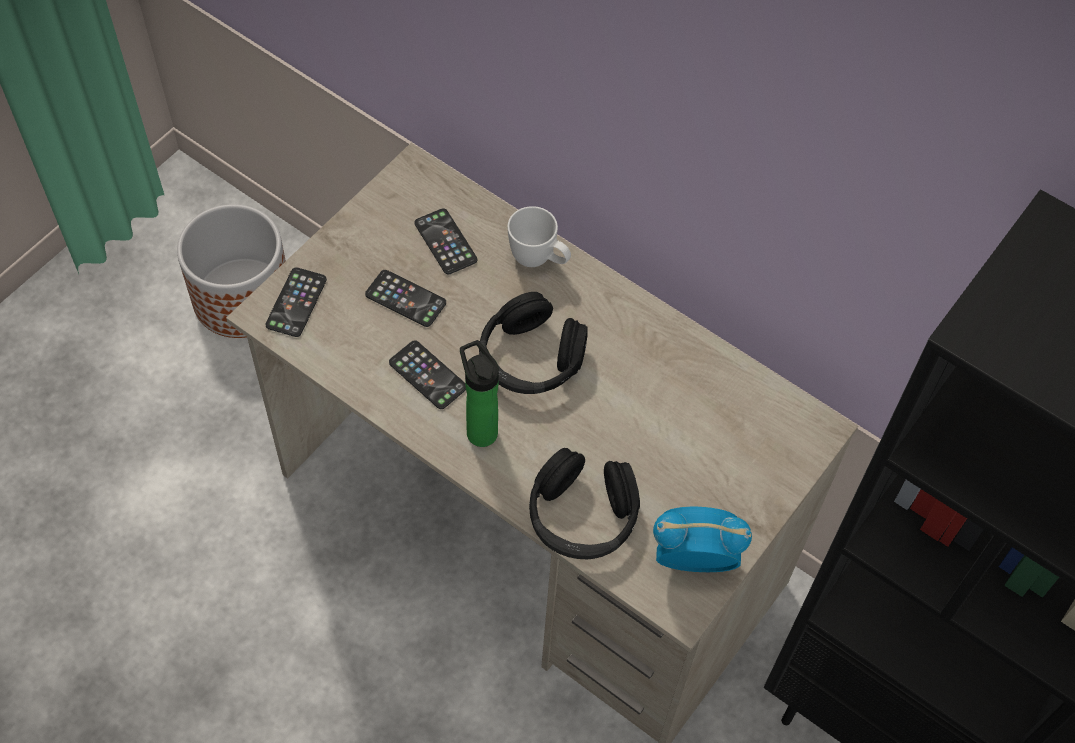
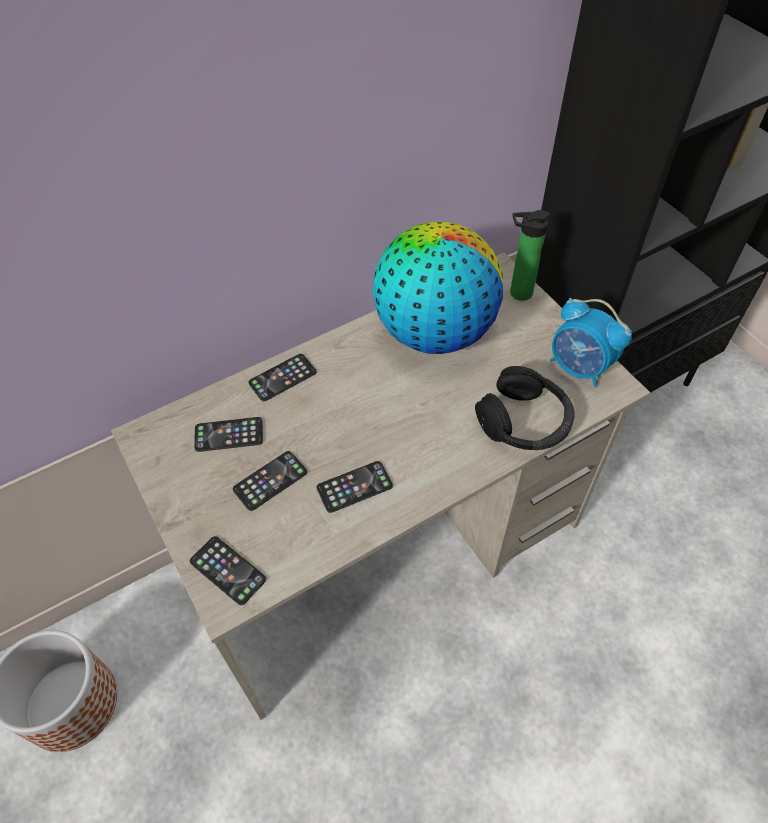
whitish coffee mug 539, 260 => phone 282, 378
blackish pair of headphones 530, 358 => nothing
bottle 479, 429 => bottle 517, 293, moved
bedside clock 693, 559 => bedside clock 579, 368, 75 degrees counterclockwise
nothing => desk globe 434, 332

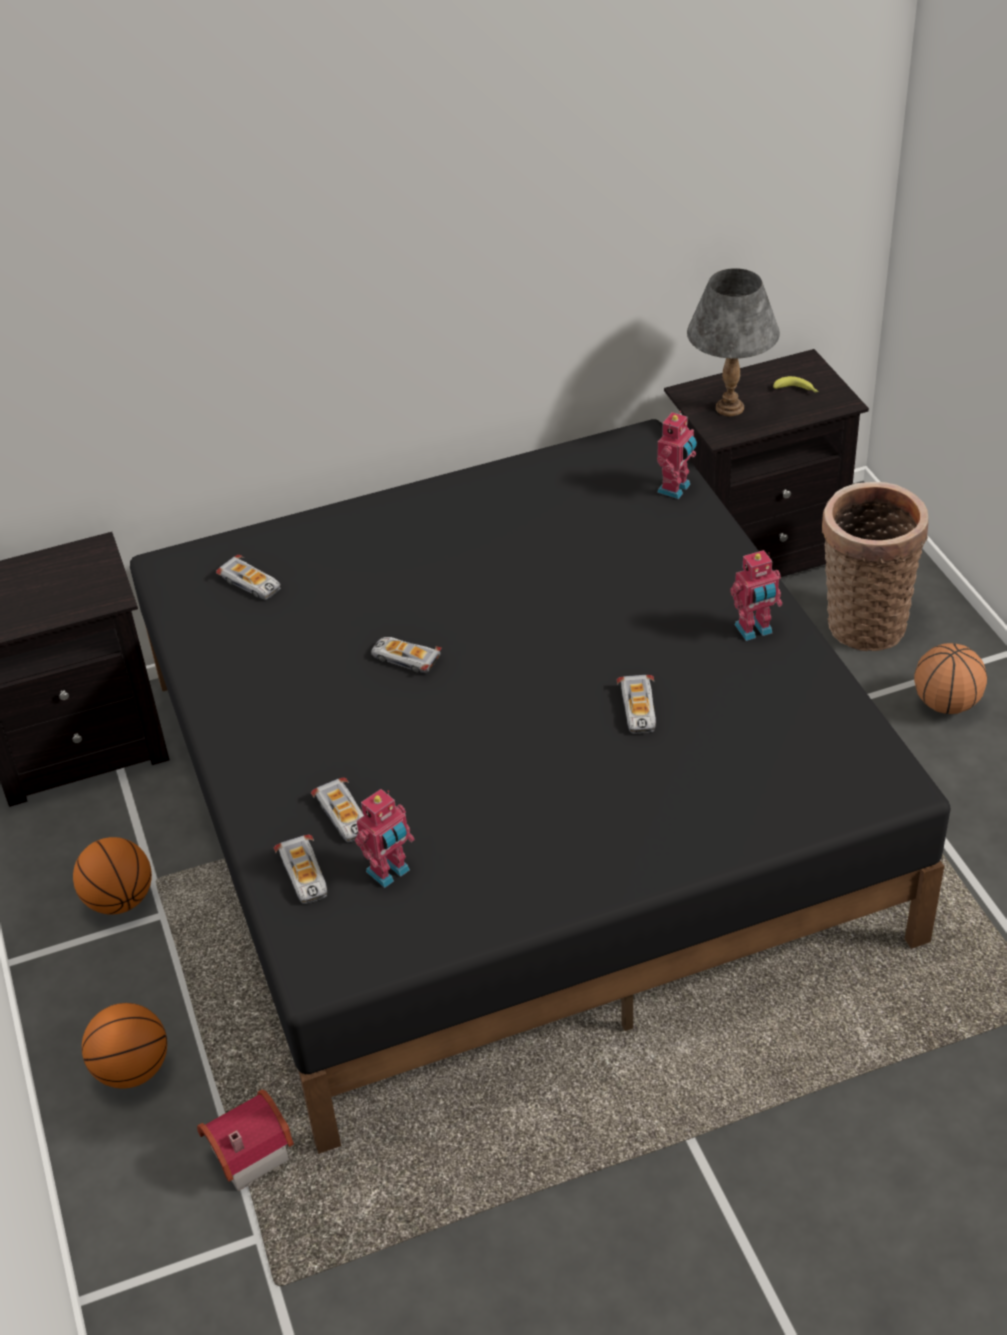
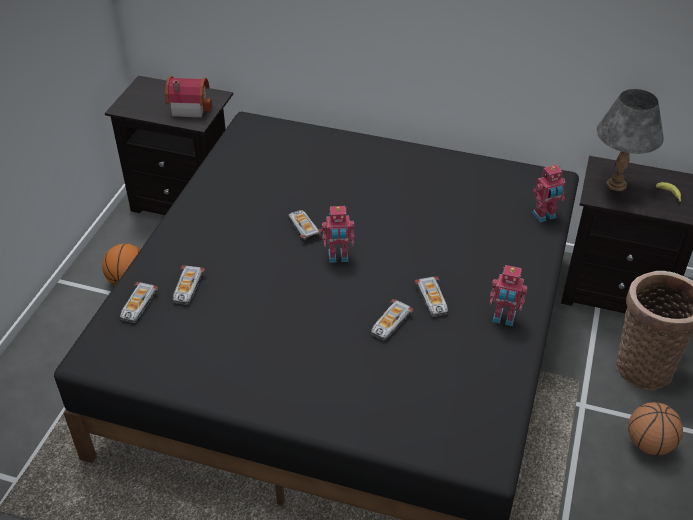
model car 251, 583 => model car 432, 300, moved
robot figure 389, 872 => robot figure 338, 257, moved
ball for basketball 132, 1069 => nothing
miniature house 246, 1152 => miniature house 189, 107, moved

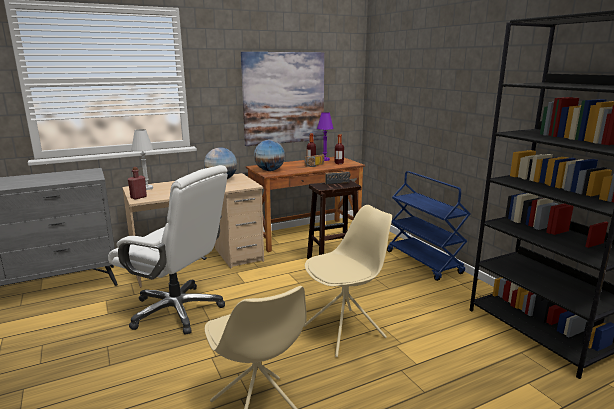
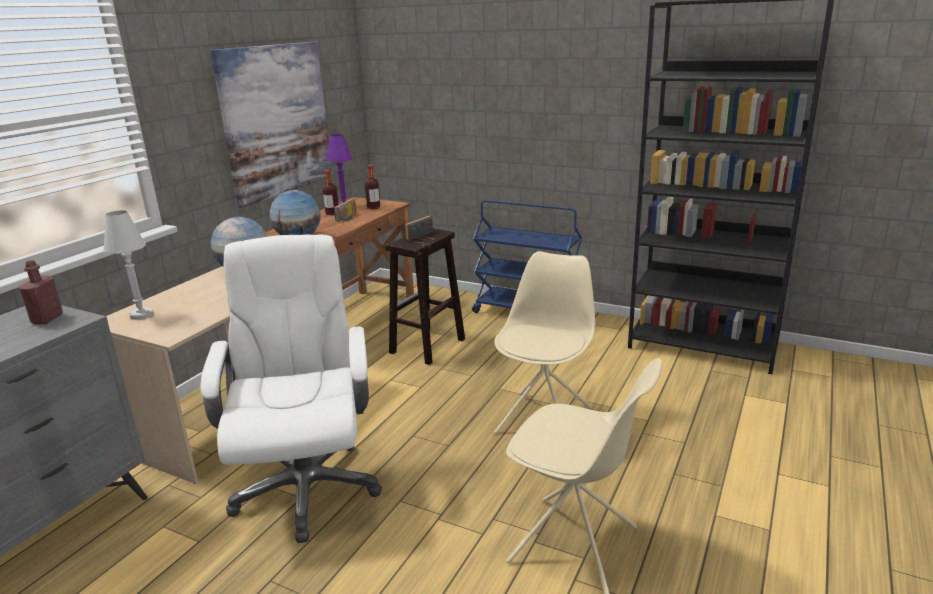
whitish office chair 177, 310 => whitish office chair 306, 487, 90 degrees counterclockwise
red-coloured bottle 138, 197 => red-coloured bottle 47, 319, moved

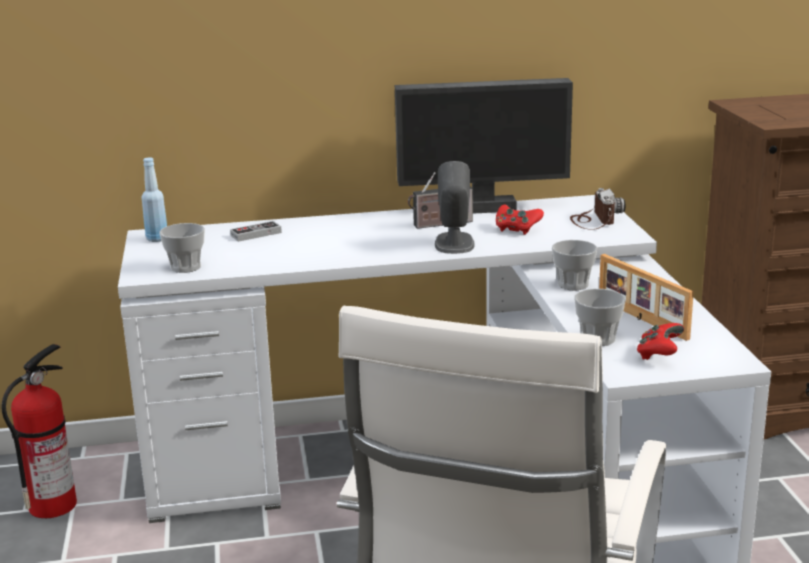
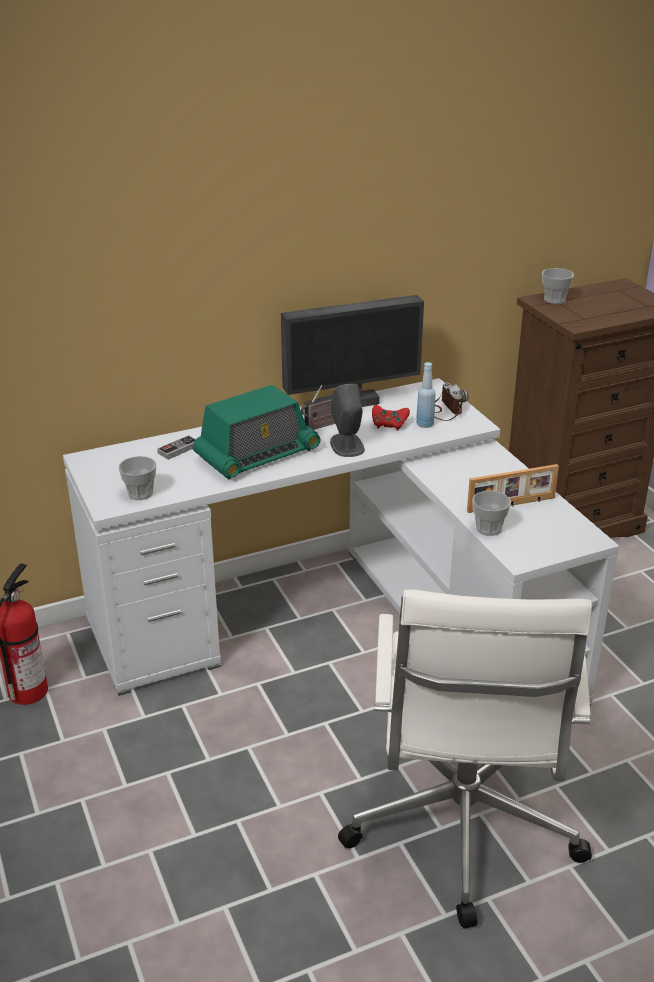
bluish bottle 157, 239 => bluish bottle 425, 424, moved
cup 573, 284 => cup 554, 300, moved
photo frame 641, 319 => photo frame 511, 505, 60 degrees counterclockwise
red-coloured game controller 659, 354 => nothing
nothing => radio 257, 454

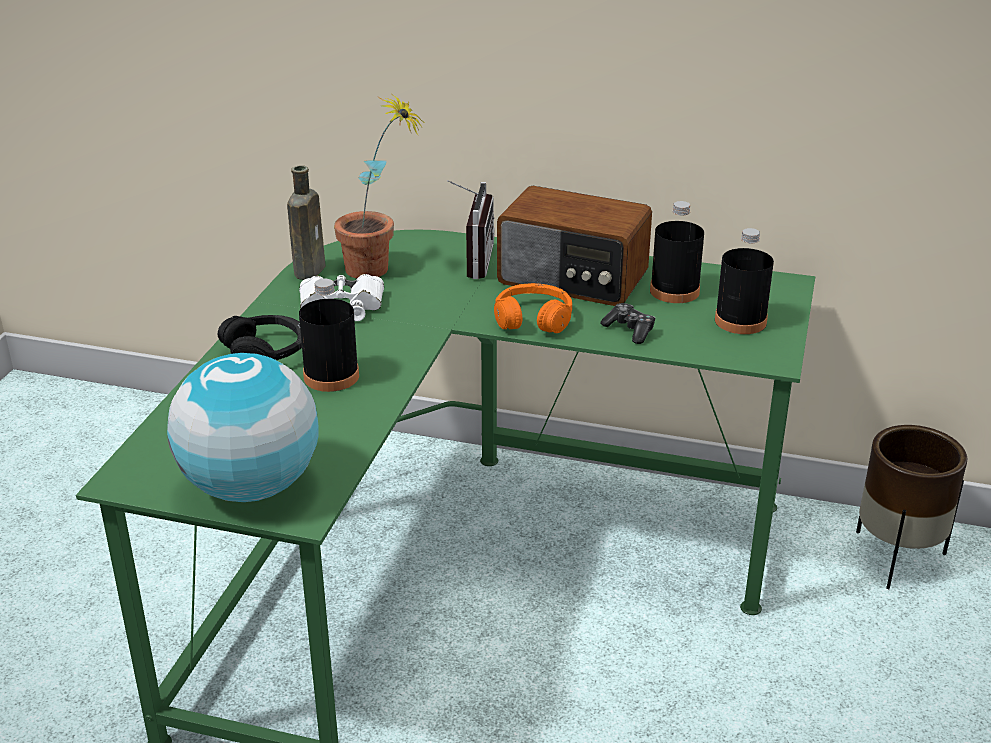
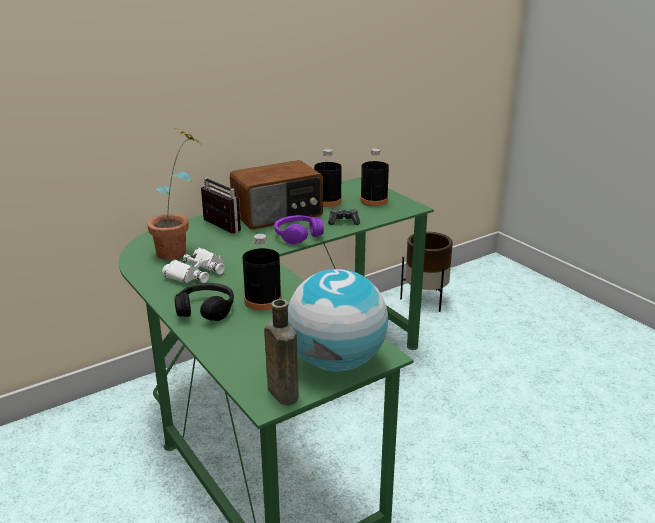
brown bottle 310, 269 => brown bottle 281, 392, moved
orange-coloured pair of headphones 533, 319 => purplish pair of headphones 298, 235

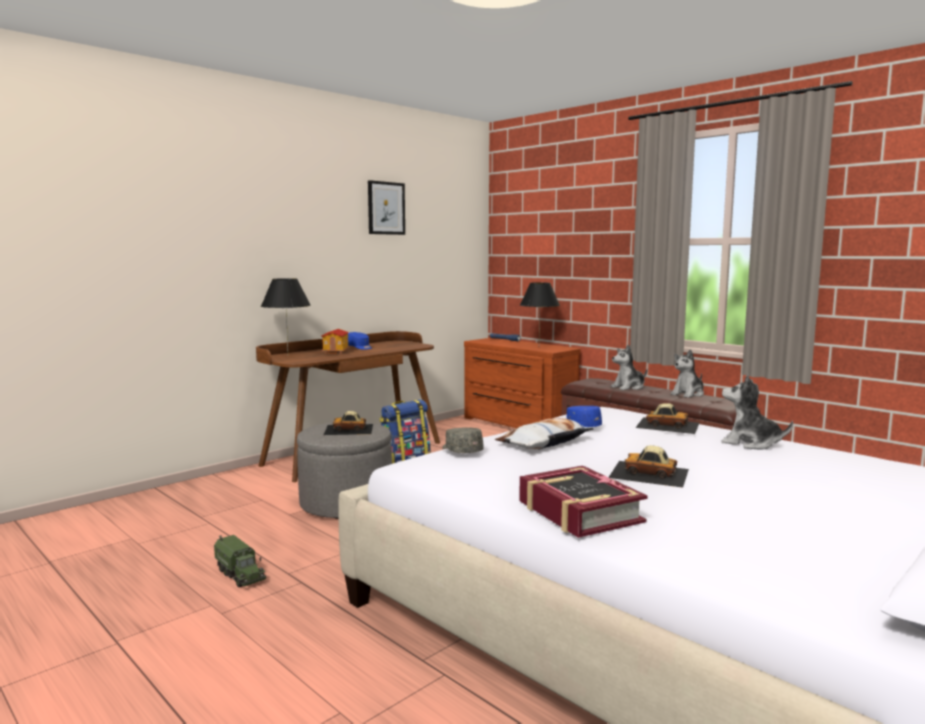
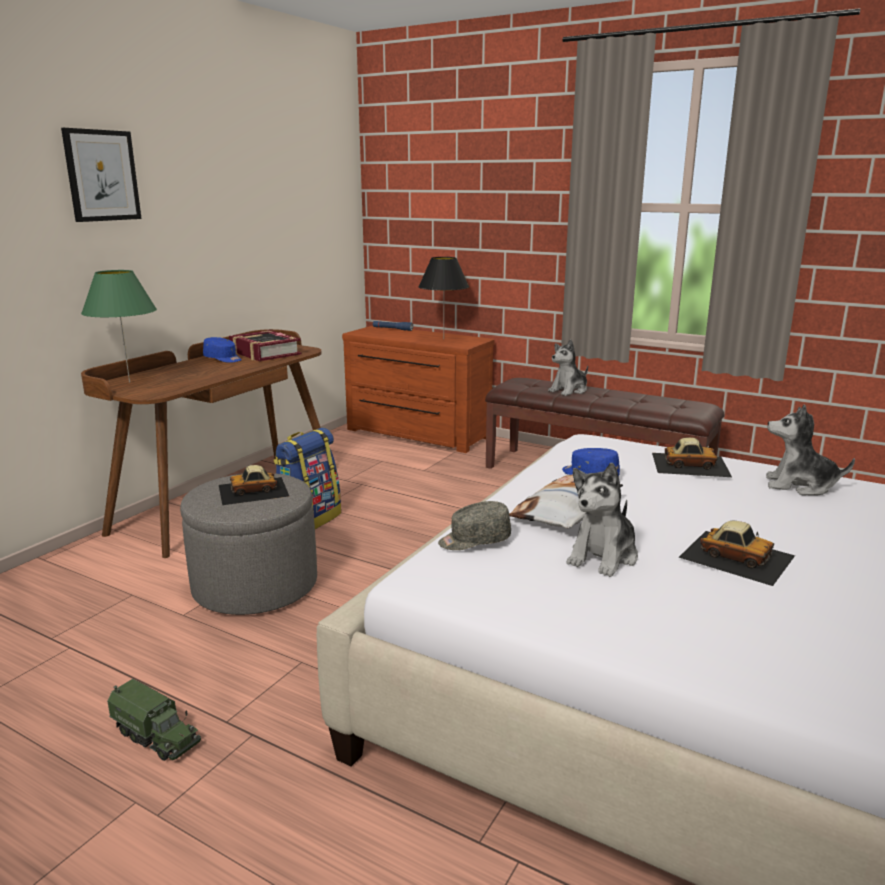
wall art 386, 208 => wall art 102, 175, moved
blackish lamp for a table 288, 355 => greenish lamp for a table 130, 382
miniature house 336, 352 => nothing
cuddly toy 688, 394 => cuddly toy 603, 556, moved
gray cap 461, 451 => gray cap 474, 540, 60 degrees counterclockwise
model car 649, 473 => model car 736, 556, 150 degrees counterclockwise
bound book 579, 512 => bound book 264, 353, moved

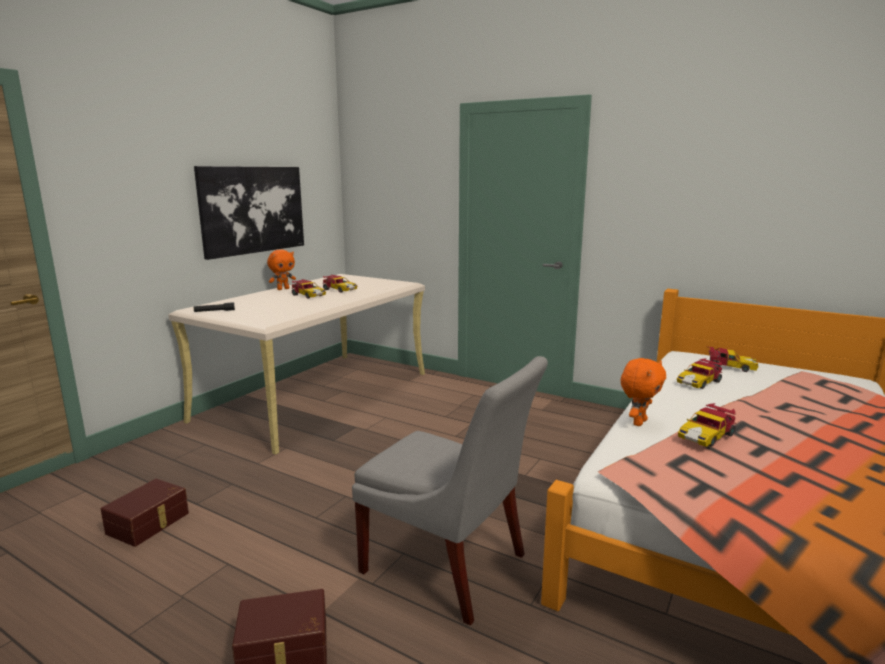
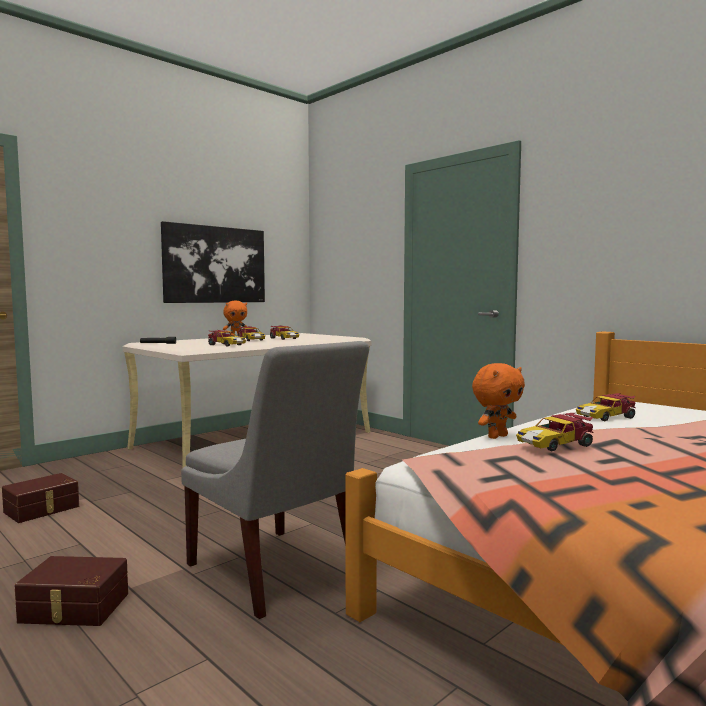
model car 729, 367 => model car 226, 345, moved

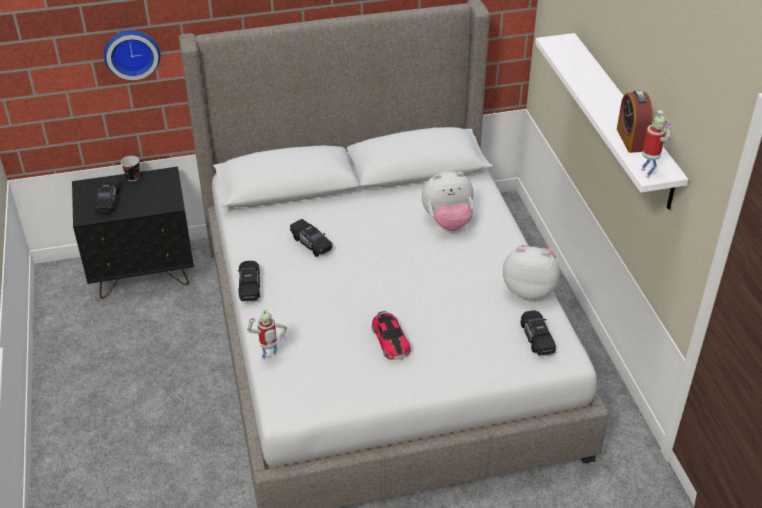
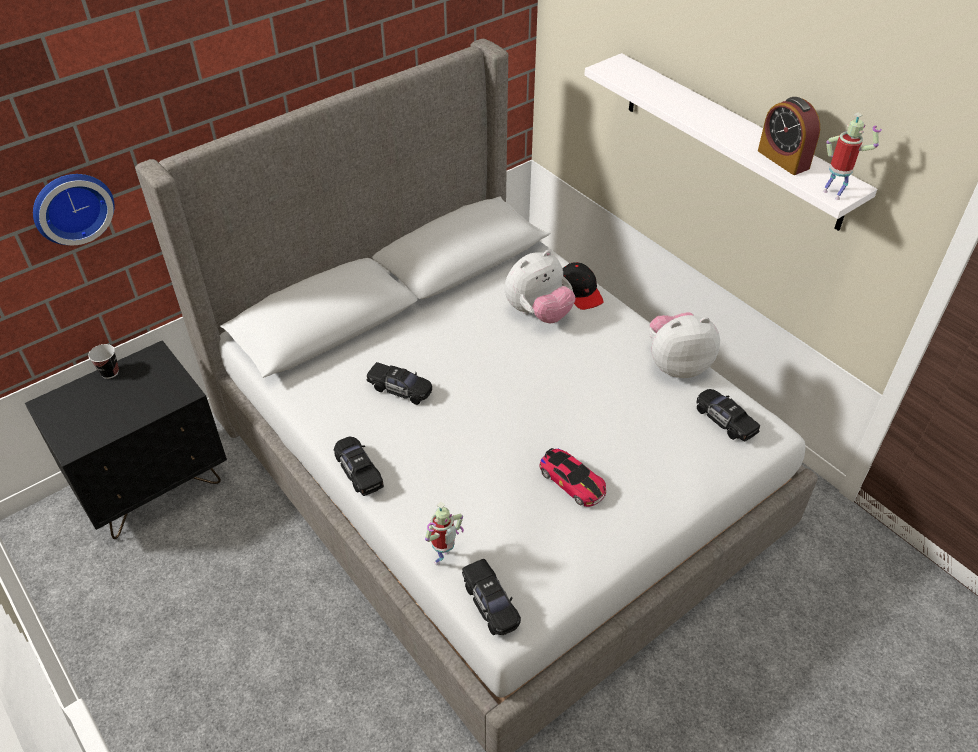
blackish model car 108, 201 => blackish model car 491, 604, moved
nothing => blackish cap 580, 291

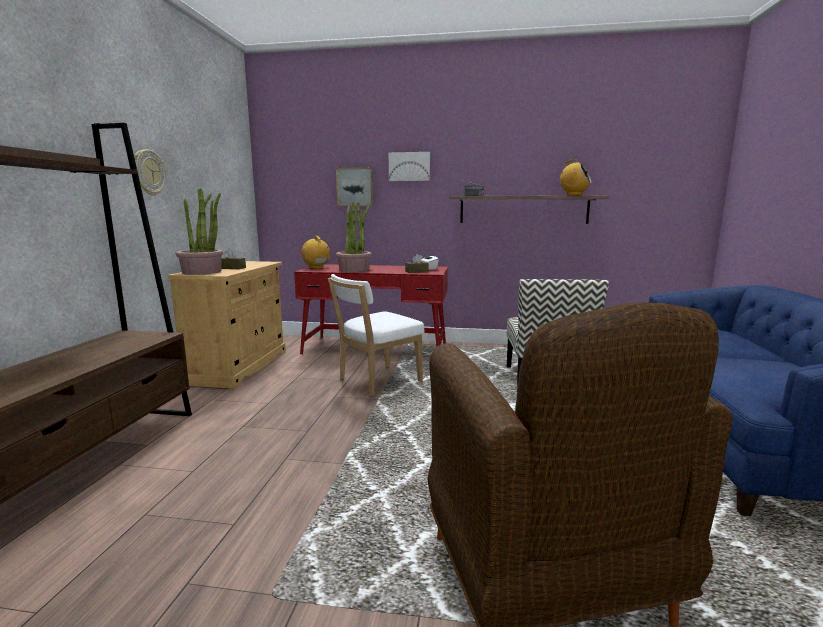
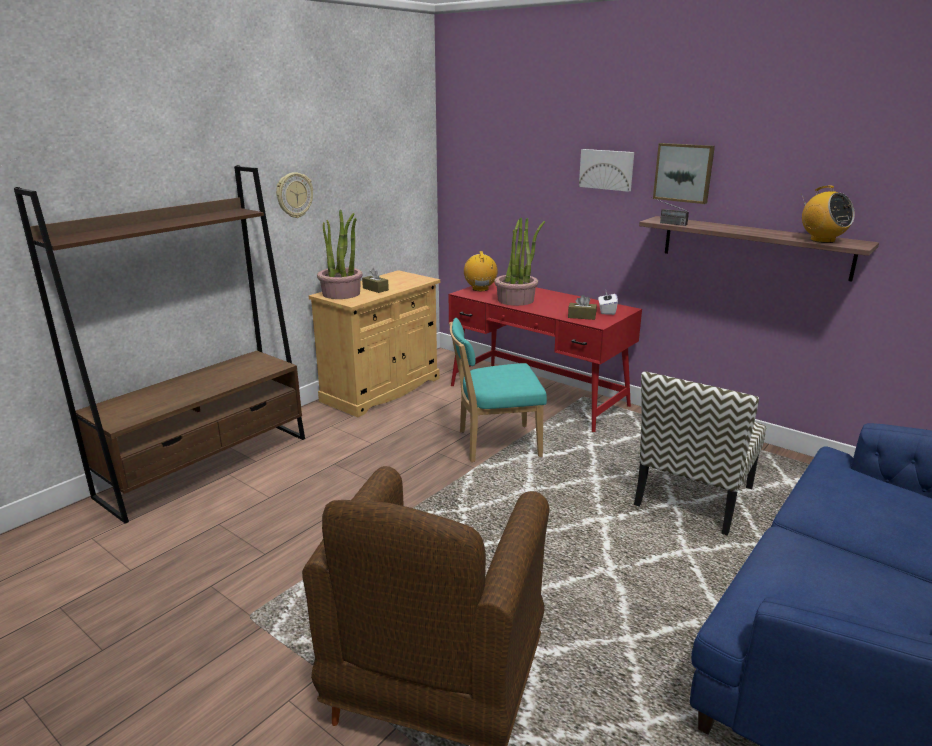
wall art 355, 187 => wall art 684, 172, moved
whitish upright chair 376, 381 => blue-green upright chair 494, 444

